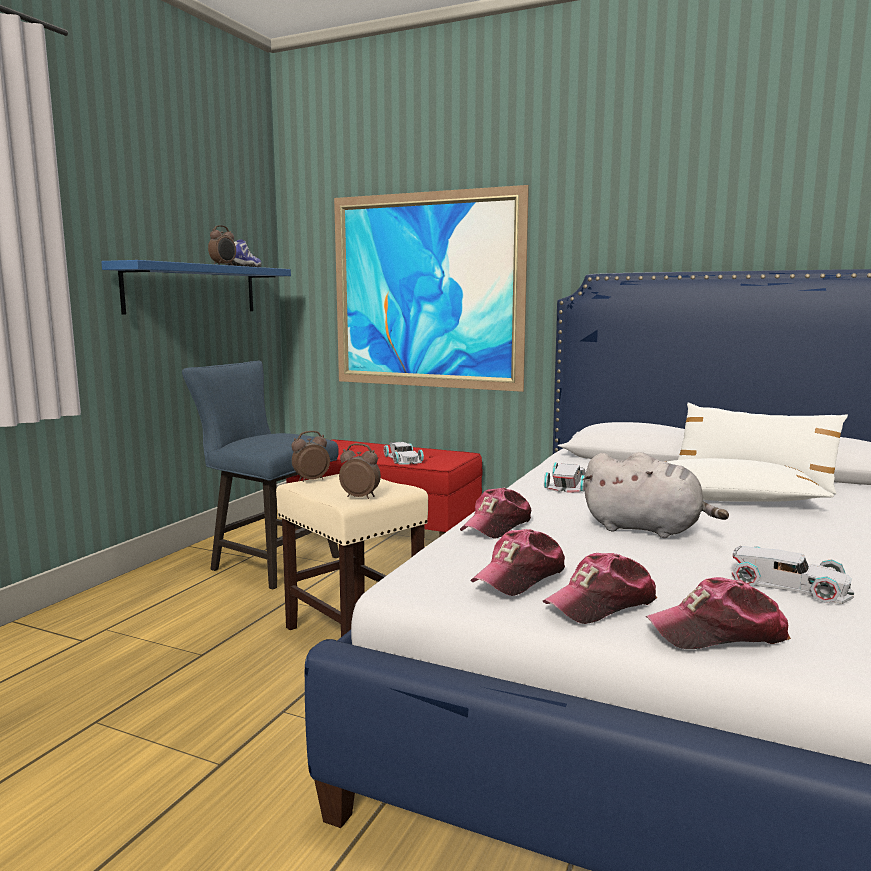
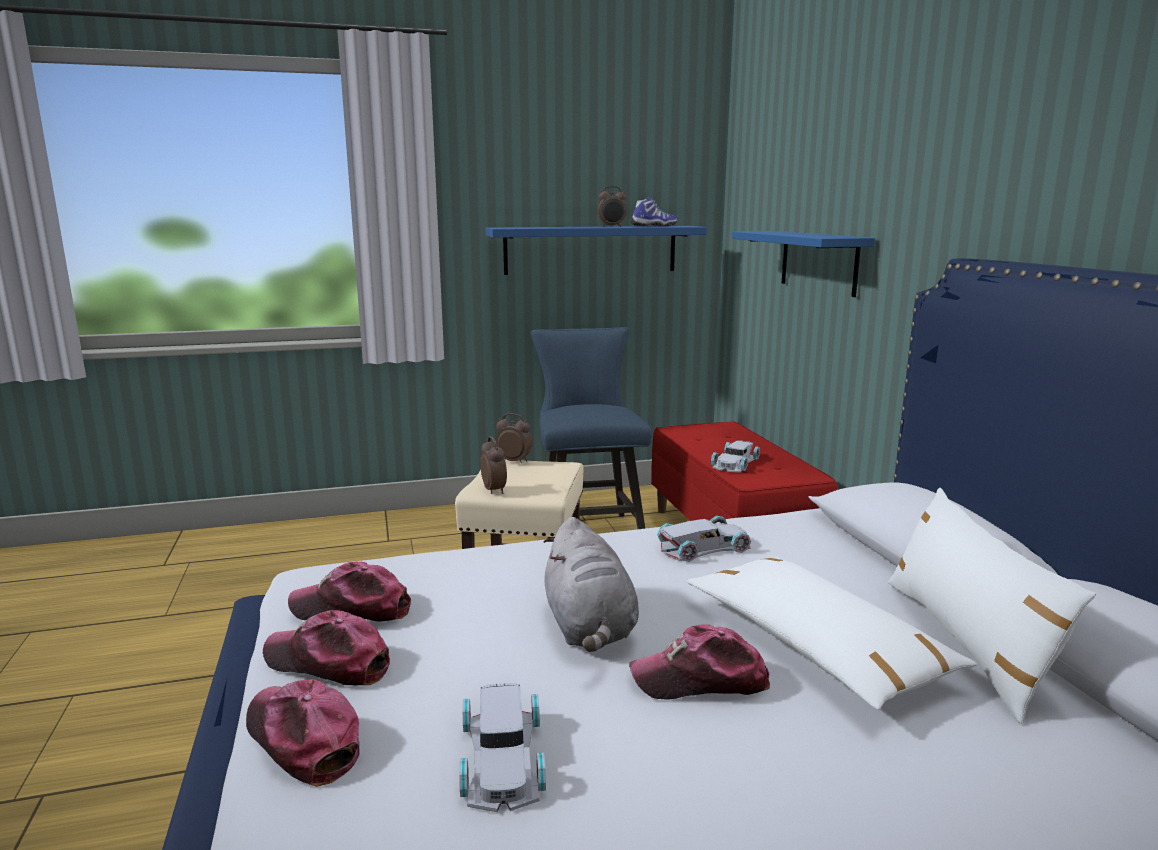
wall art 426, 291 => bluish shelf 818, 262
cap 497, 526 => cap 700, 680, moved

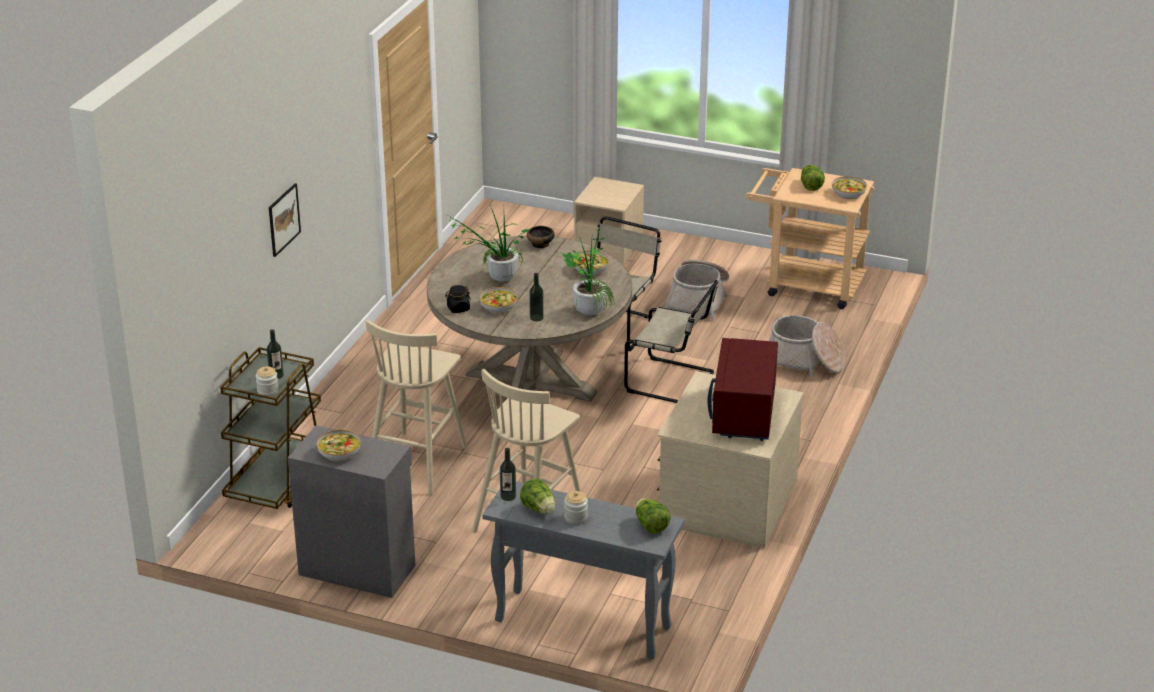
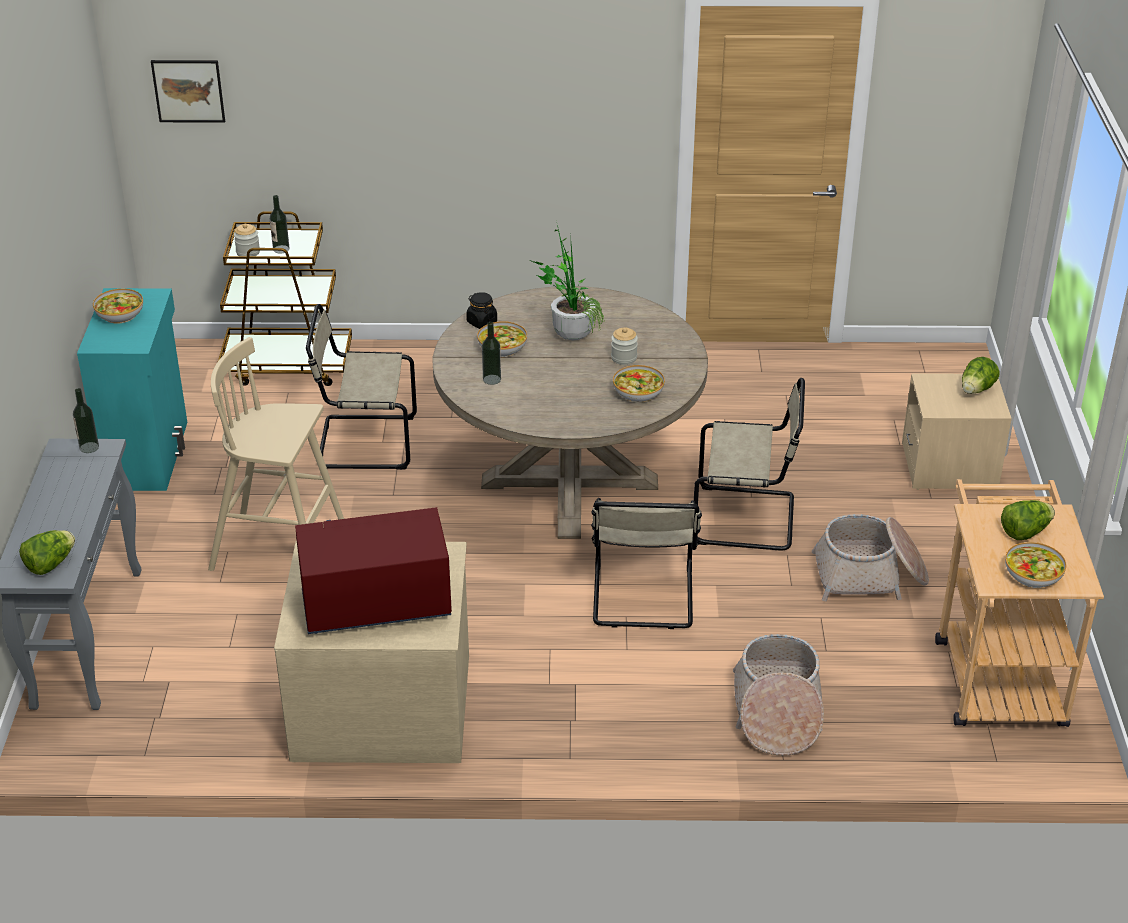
wall art 283, 219 => wall art 188, 90, moved
potted plant 589, 308 => nothing
bowl 540, 244 => nothing
beige stool 417, 462 => beige upright chair 363, 442
gray cupboard 357, 568 => blue-green cupboard 148, 454
head of lettuce 539, 509 => head of lettuce 976, 390, moved
storage jar 575, 517 => storage jar 624, 358, moved

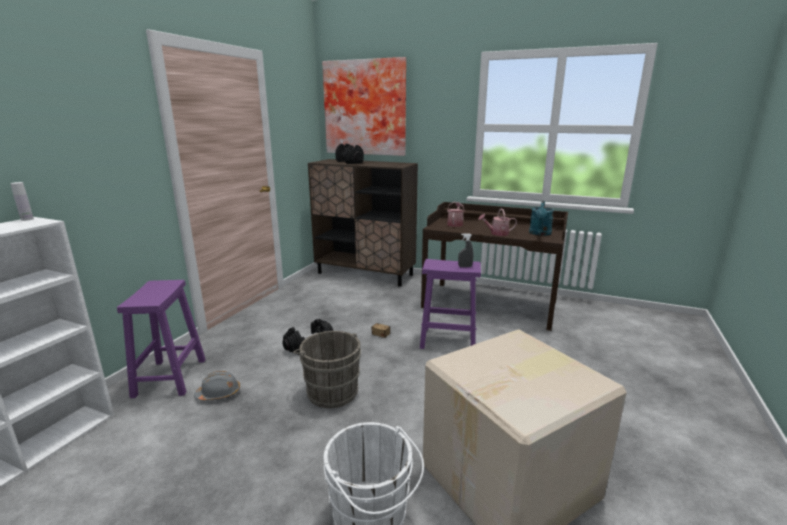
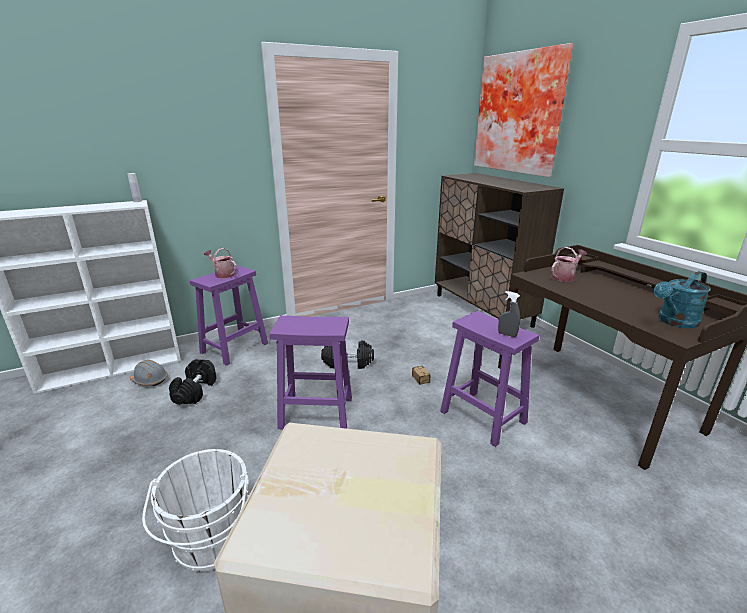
blackish hand weight 350, 162 => blackish hand weight 195, 391, moved
watering pot 497, 233 => watering pot 223, 274, moved
gray pail 331, 391 => purplish stool 315, 413
gray hard hat 218, 394 => gray hard hat 150, 380, moved

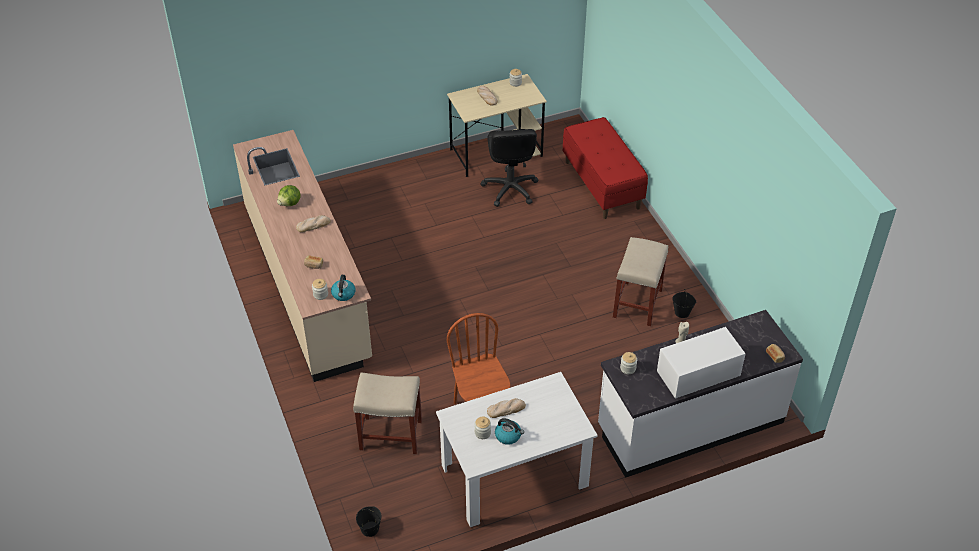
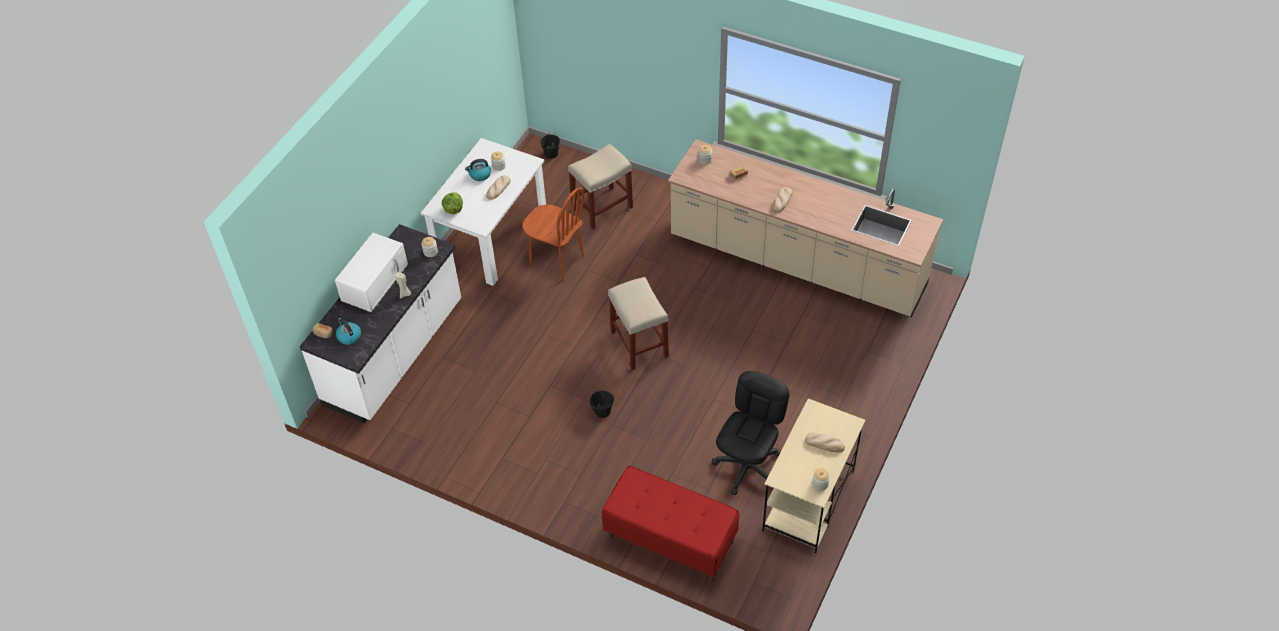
blackish office chair 510, 189 => blackish office chair 748, 467, 75 degrees clockwise
head of lettuce 290, 203 => head of lettuce 453, 209, moved
beige stool 637, 304 => beige stool 638, 343, moved
water kettle 343, 294 => water kettle 349, 336, moved
blackish pail 682, 312 => blackish pail 602, 411, moved

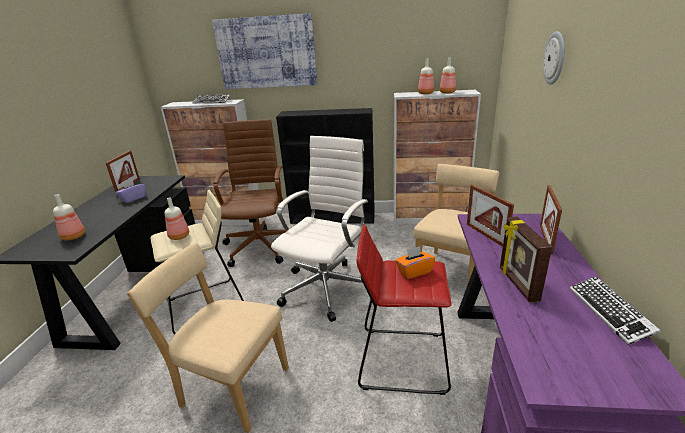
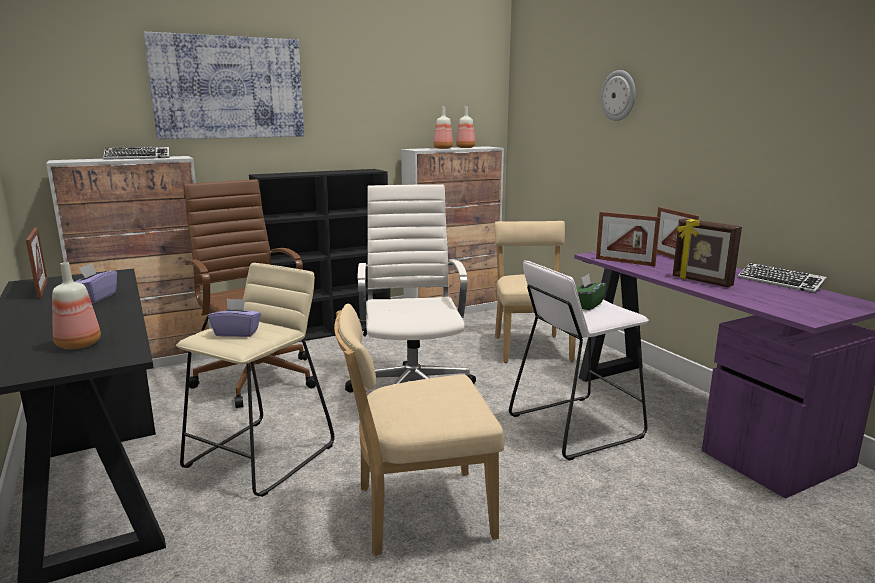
bottle 178, 236 => purplish box of tissues 237, 333
red-coloured stool 403, 359 => whitish stool 575, 426
orange-coloured box of tissues 414, 271 => greenish box of tissues 586, 305

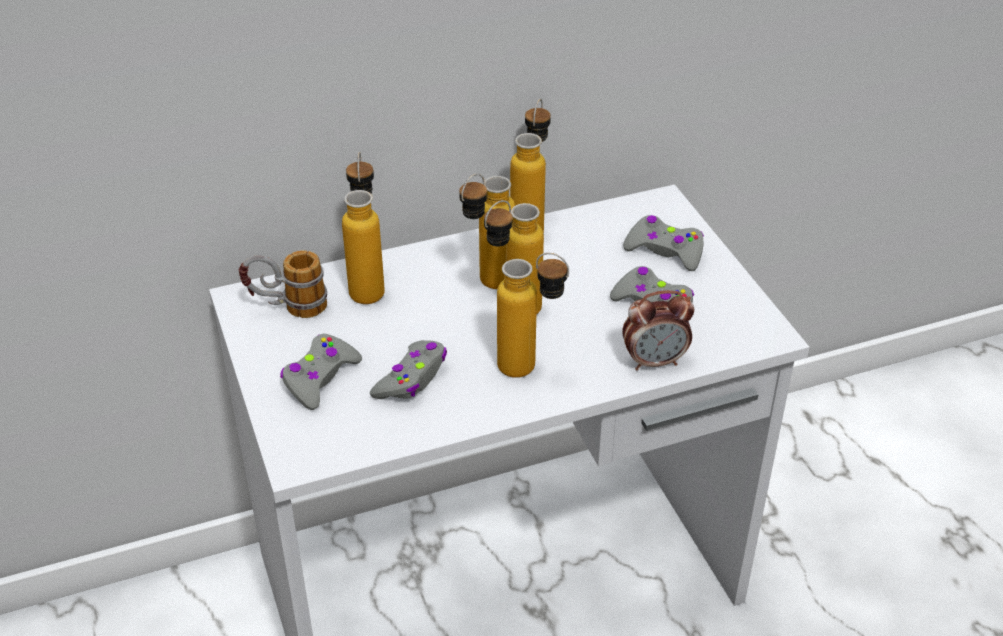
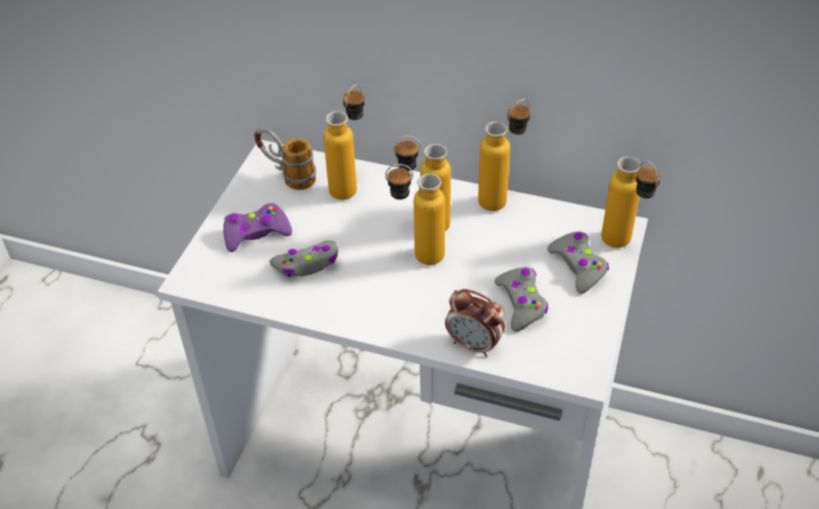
bottle 531, 370 => bottle 623, 246, moved
gray game controller 320, 378 => purplish game controller 256, 233

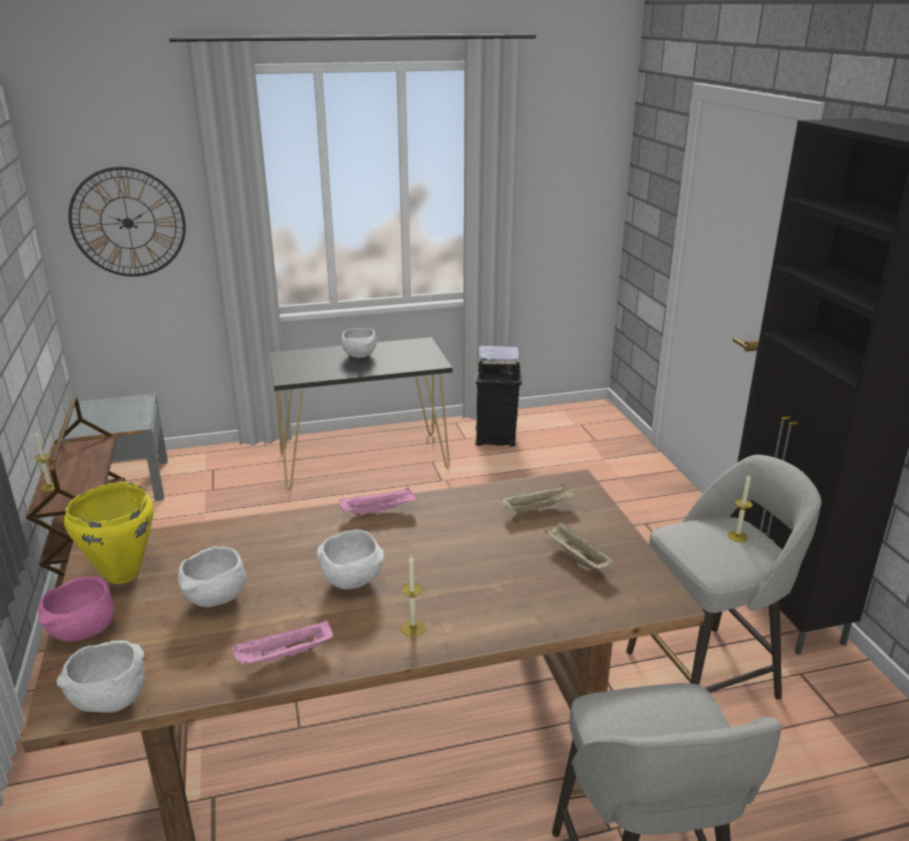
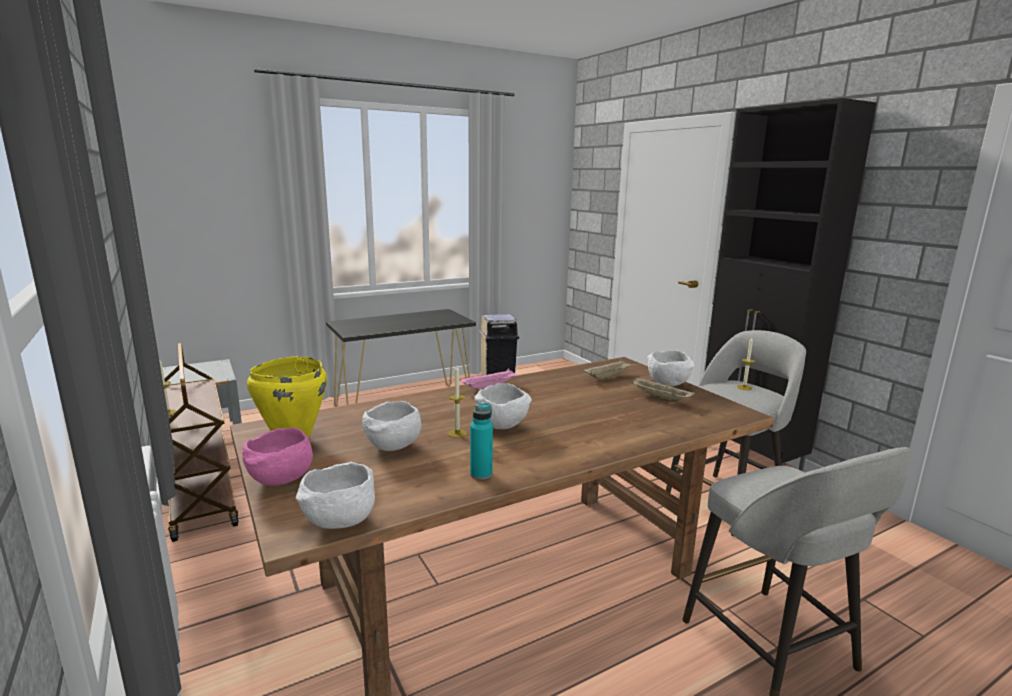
hanging clock 128, 222 => nothing
whitish bowl 360, 356 => whitish bowl 669, 384, moved
candle 413, 628 => candle 457, 433, moved
pink-coloured serving tray 284, 656 => blue-green bottle 481, 474

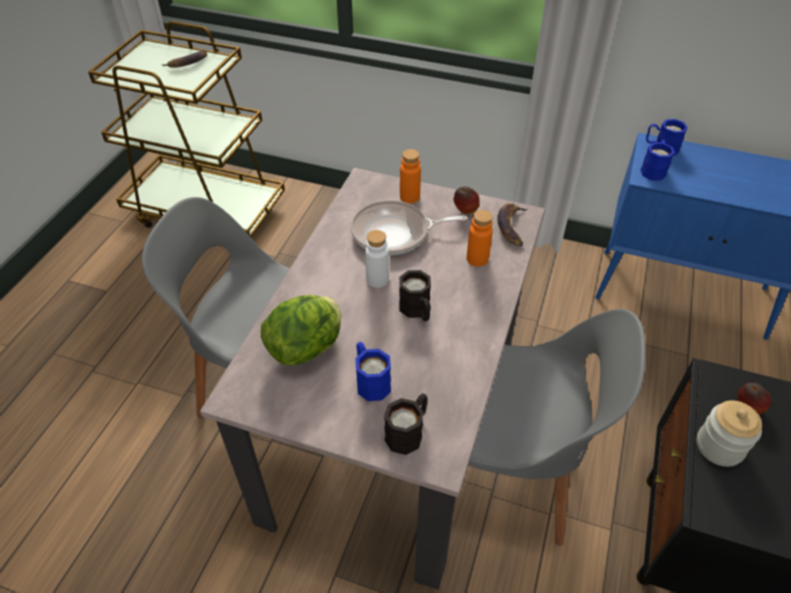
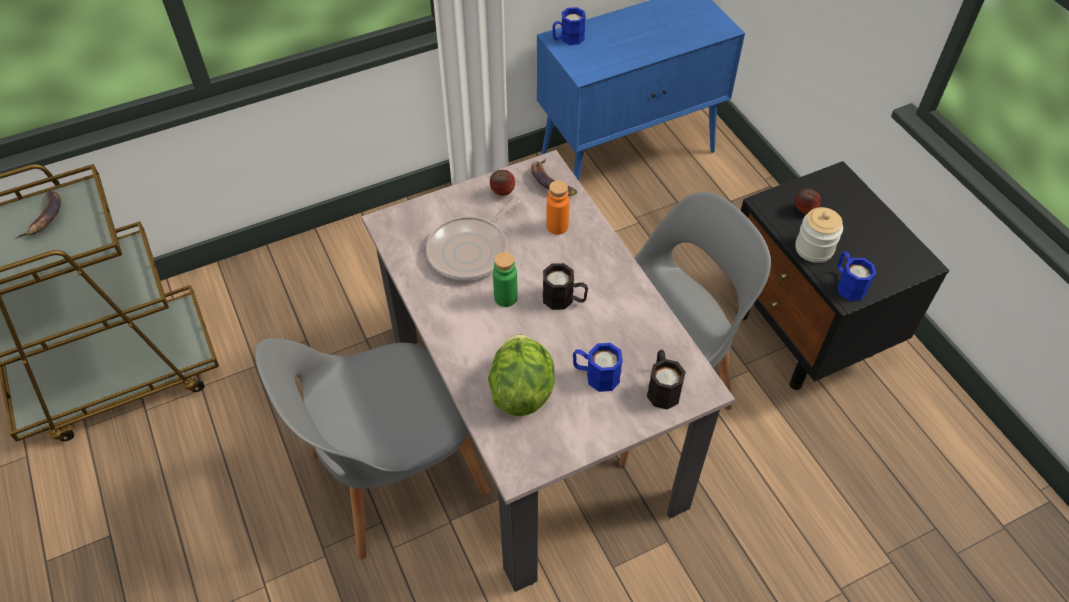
bluish coffee mug 654, 169 => bluish coffee mug 847, 284, moved
orange-coloured bottle 409, 197 => nothing
whitish bottle 377, 279 => greenish bottle 505, 298

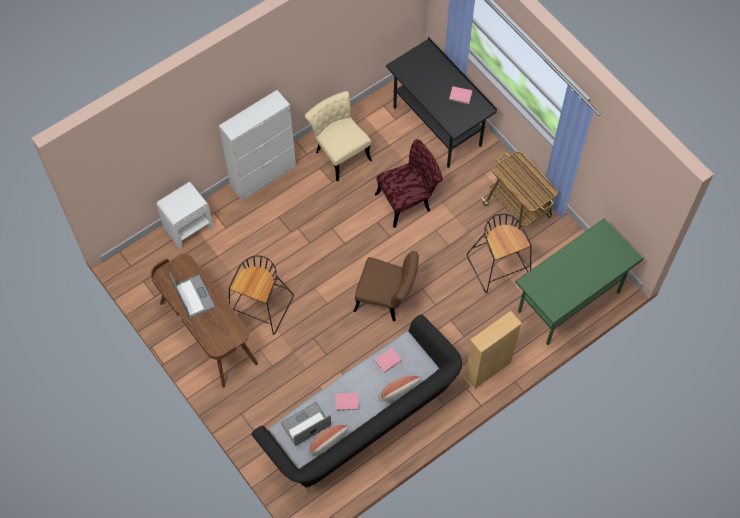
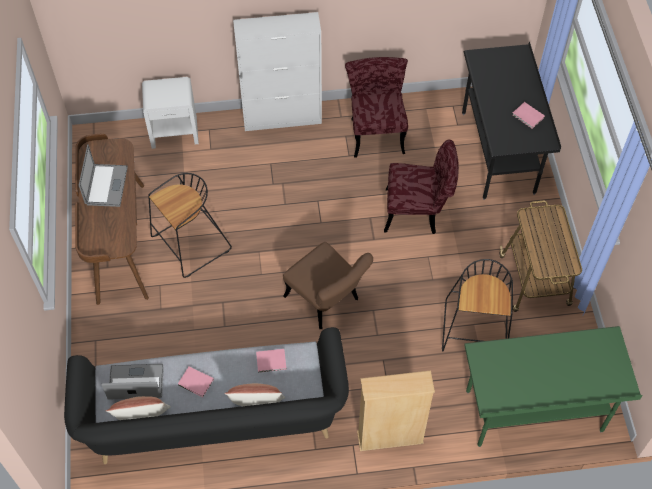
beige upright chair 339, 152 => red-coloured upright chair 376, 130

